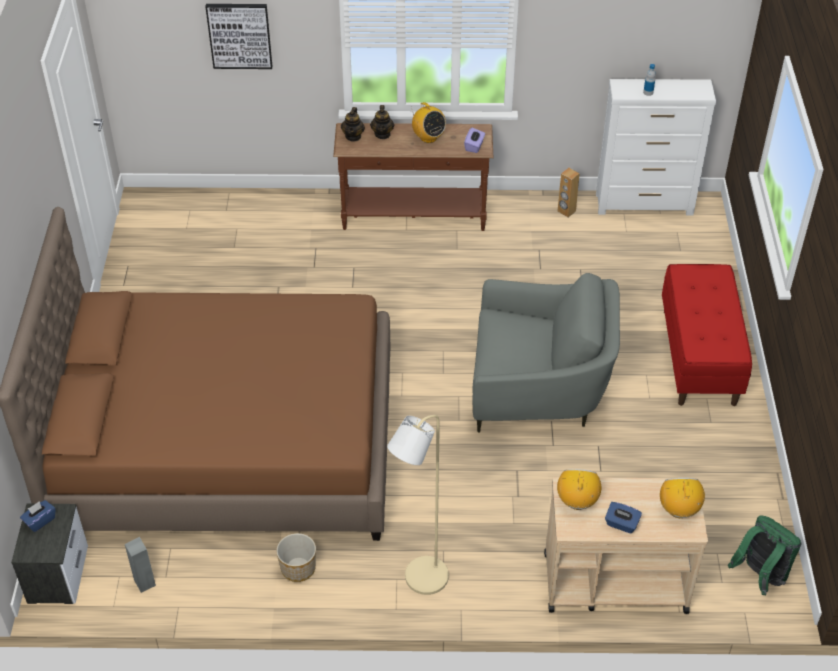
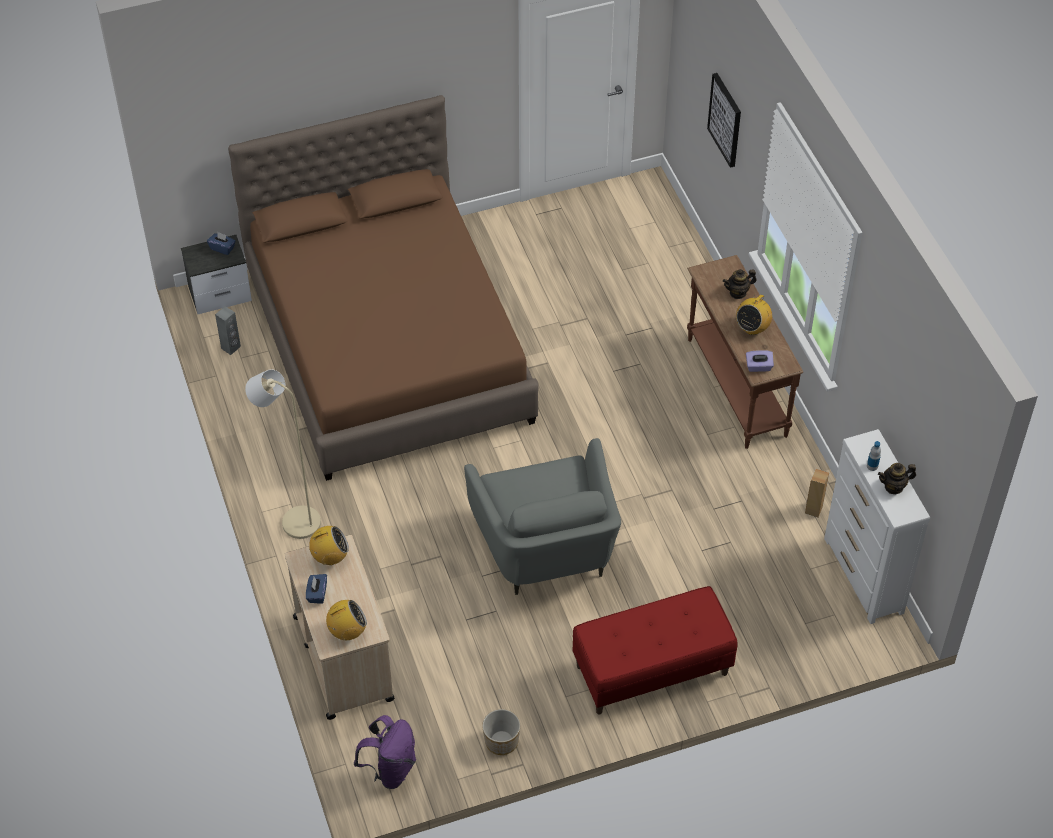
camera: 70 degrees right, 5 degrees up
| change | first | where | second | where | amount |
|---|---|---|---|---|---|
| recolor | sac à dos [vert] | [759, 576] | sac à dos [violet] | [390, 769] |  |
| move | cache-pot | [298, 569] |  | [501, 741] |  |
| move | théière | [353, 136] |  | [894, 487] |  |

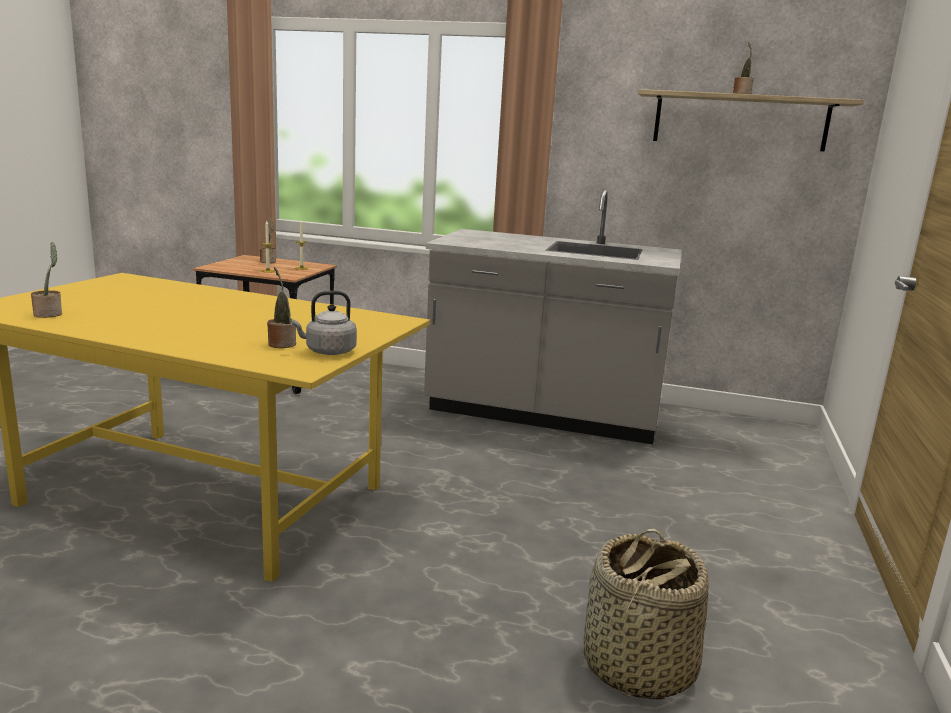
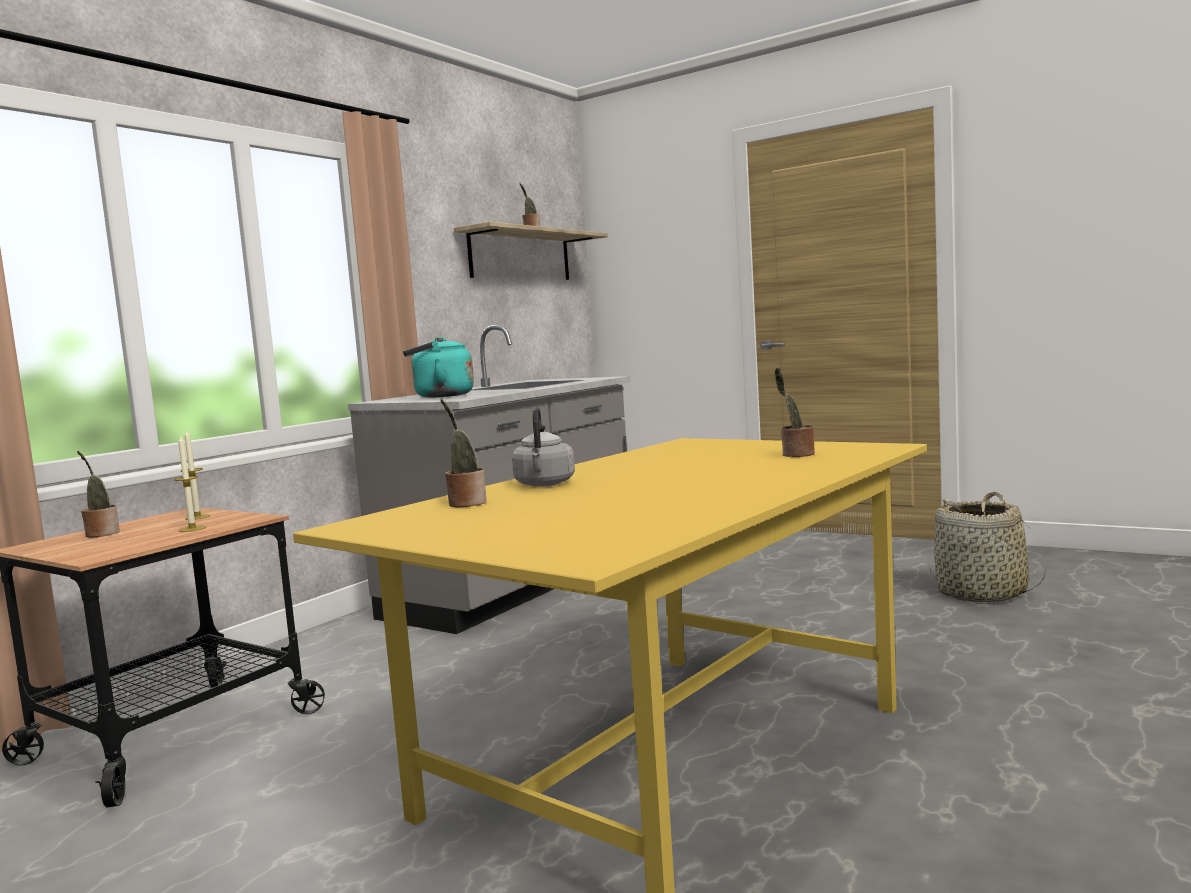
camera: 70 degrees left, 10 degrees down
| change | first | where | second | where | amount |
|---|---|---|---|---|---|
| insert |  |  | bouilloire [turquoise] | [440, 396] |  |
| move | plante en pot | [49, 314] |  | [465, 503] |  |
| move | bouilloire [gris] | [328, 351] |  | [544, 484] |  |

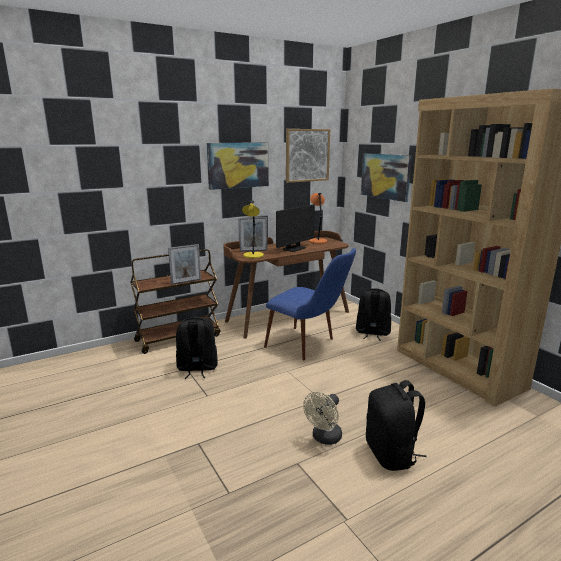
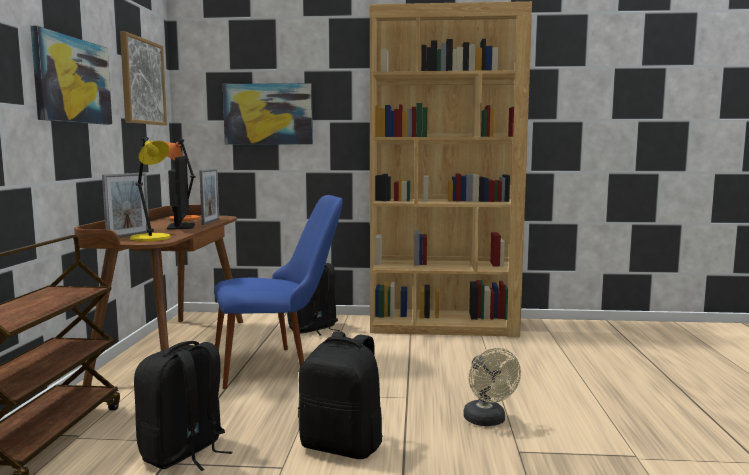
camera: 55 degrees left, 10 degrees down
| change | first | where | second | where | amount |
|---|---|---|---|---|---|
| move | cadre photo | [186, 282] |  | [210, 222] |  |
| move | sac à dos [noir] | [391, 454] |  | [343, 446] |  |

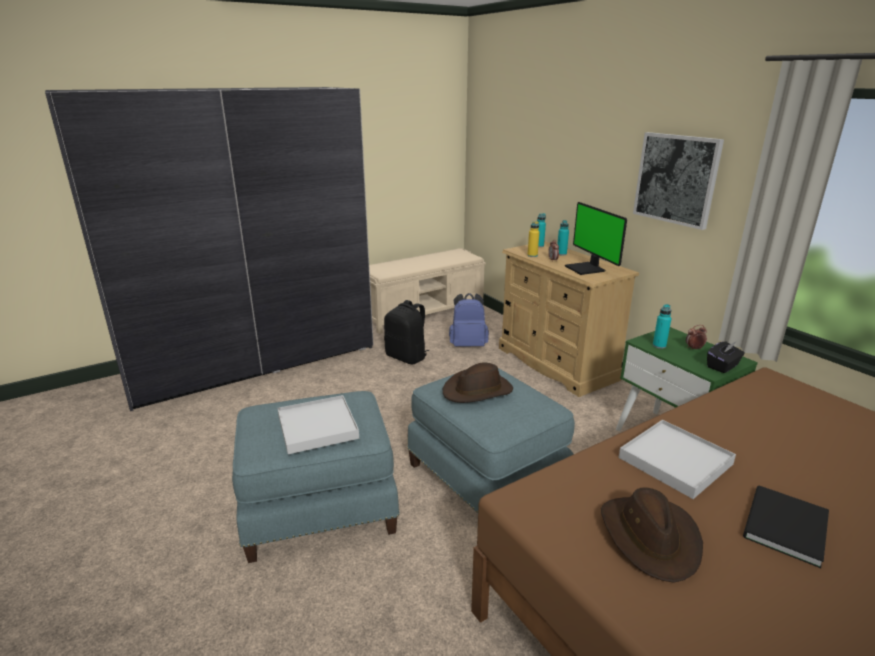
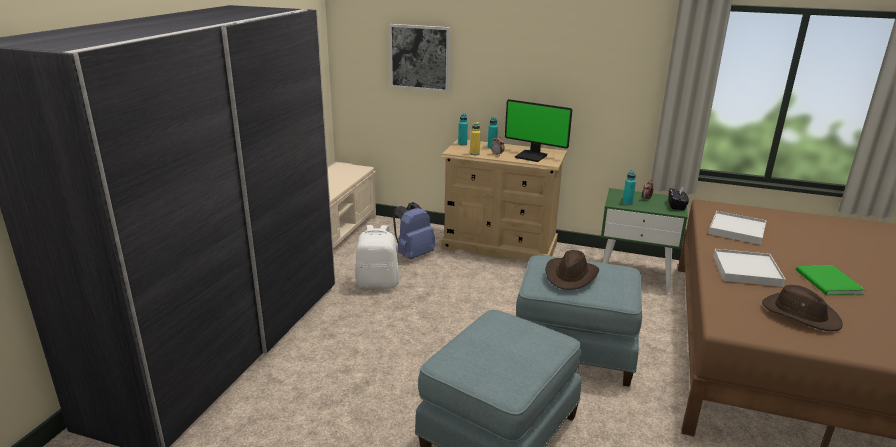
camera: 40 degrees left, 0 degrees up
| change | first | where | second | where | amount |
|---|---|---|---|---|---|
| recolor | sac à dos [noir] | [407, 357] | sac à dos [blanc] | [378, 284] |  |
| move | tableau | [676, 179] |  | [420, 57] |  |
| move | plateau [blanc] | [318, 427] |  | [736, 230] |  |
| recolor | livre [noir] | [782, 527] | livre [vert] | [828, 283] |  |

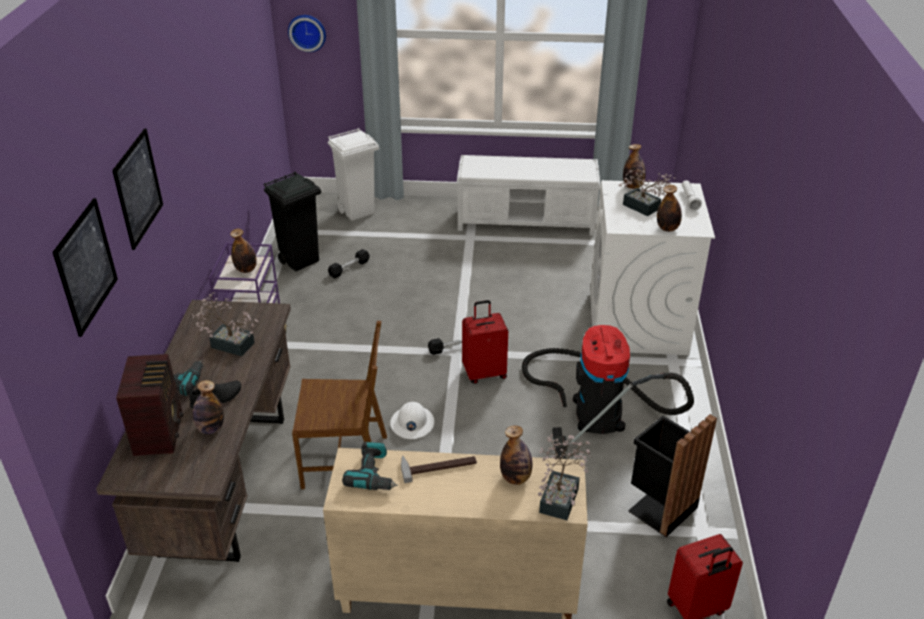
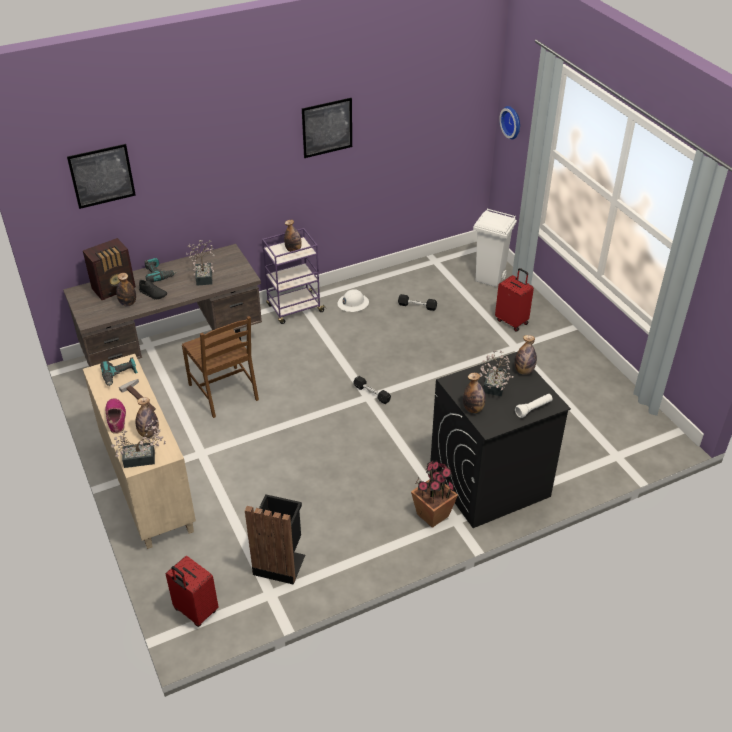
camera: 60 degrees right, 5 degrees up
| change | first | where | second | where | amount |
|---|---|---|---|---|---|
| insert |  |  | chaussure | [116, 418] |  |
| move | tableau | [138, 188] |  | [327, 127] |  |
| move | casque de chantier [blanc] | [412, 423] |  | [353, 303] |  |
| insert |  |  | plante en pot | [433, 514] |  |
| recolor | lave-linge [blanc] | [638, 323] | lave-linge [noir] | [489, 483] |  |
| move | valise [rouge] | [484, 373] |  | [512, 321] |  |
| delete | poubelle [noir] | [300, 261] |  |  |  |
| delete | banc [blanc] | [527, 221] |  |  |  |
| delete | aspirateur | [595, 409] |  |  |  |

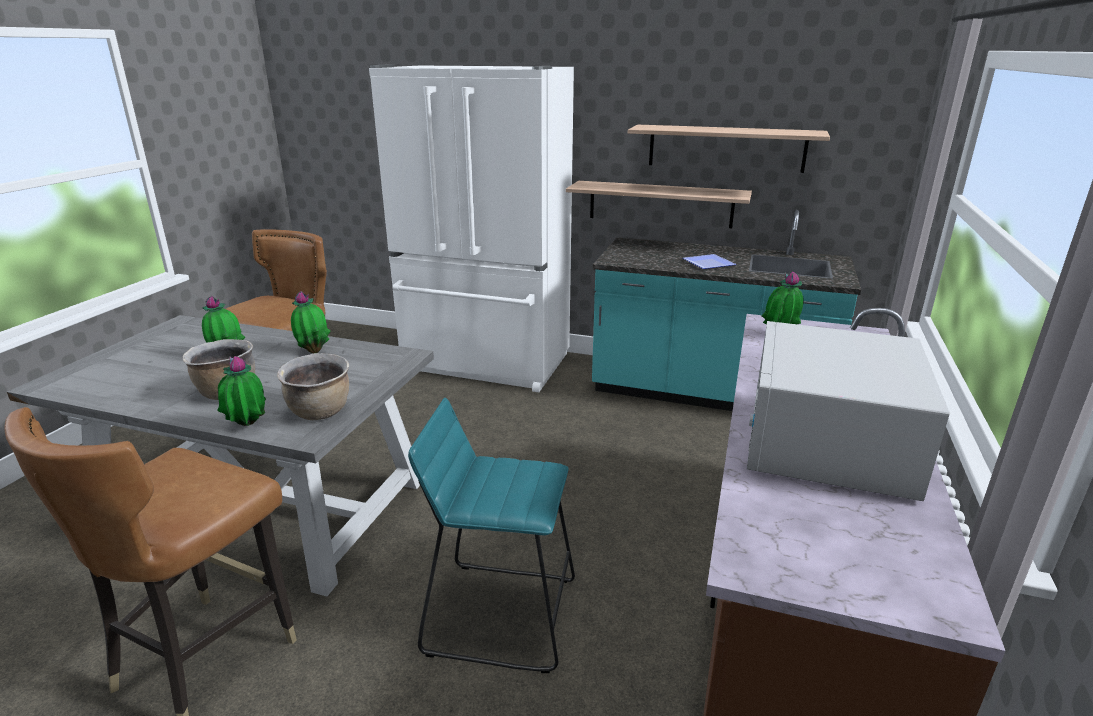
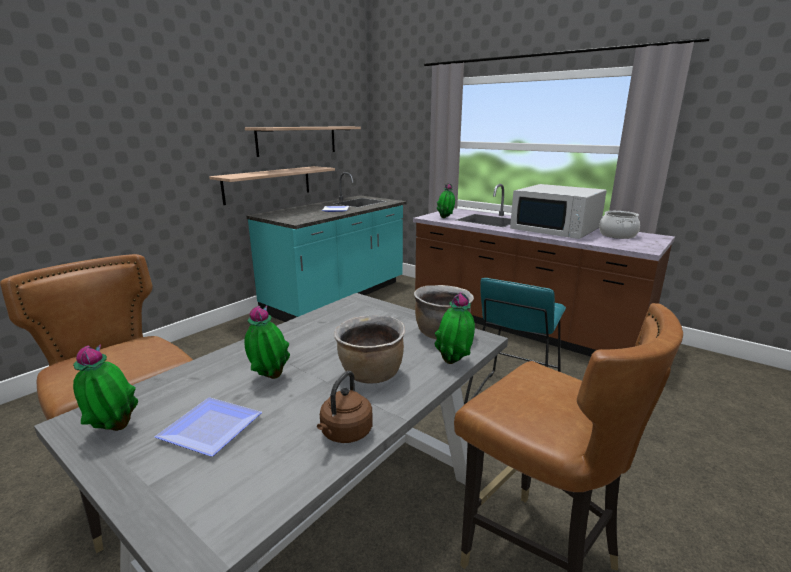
camera: 70 degrees left, 5 degrees down
| change | first | where | second | where | amount |
|---|---|---|---|---|---|
| move | plante en pot | [314, 351] |  | [113, 429] |  |
| insert |  |  | assiette | [211, 431] |  |
| insert |  |  | bouilloire [marron] | [345, 434] |  |
| insert |  |  | marmite | [618, 235] |  |
| delete | réfrigérateur [blanc] | [485, 364] |  |  |  |

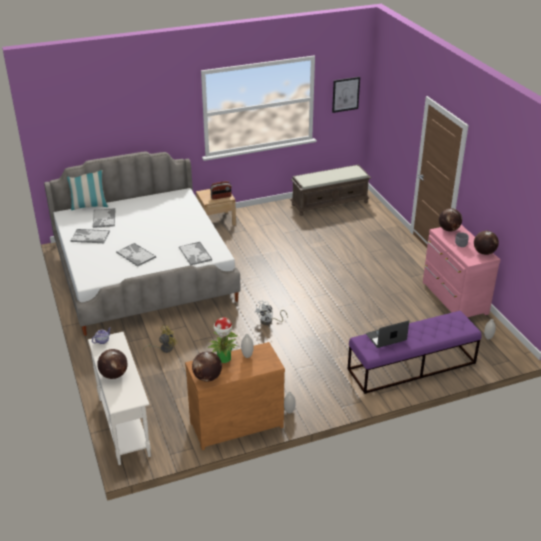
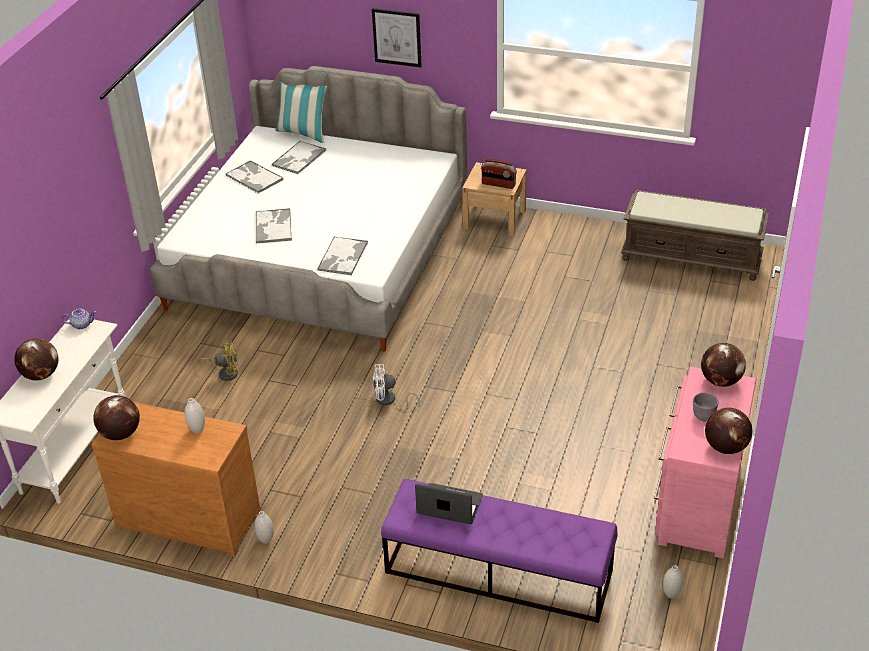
camera: 40 degrees right, 5 degrees up
| change | first | where | second | where | amount |
|---|---|---|---|---|---|
| move | tableau | [345, 94] |  | [397, 37] |  |
| delete | plante en pot | [224, 358] |  |  |  |

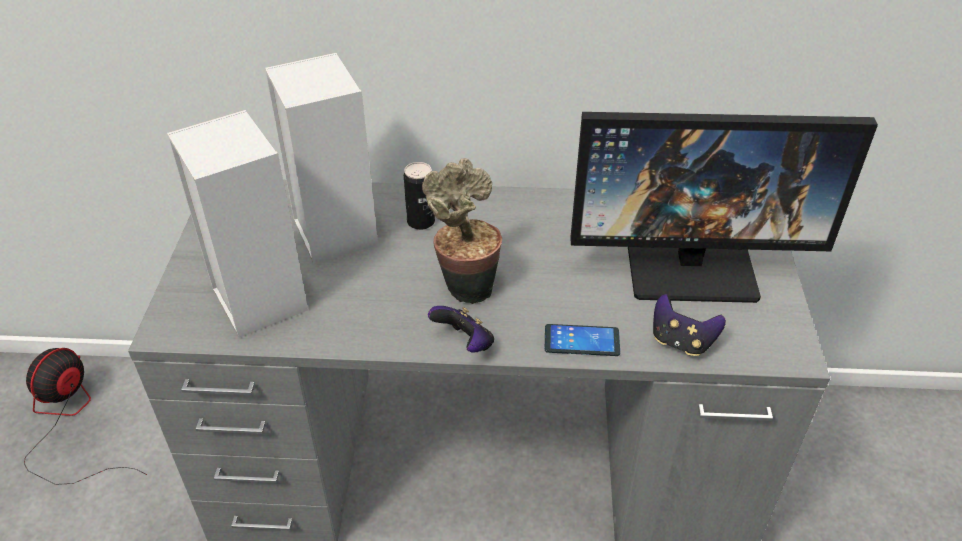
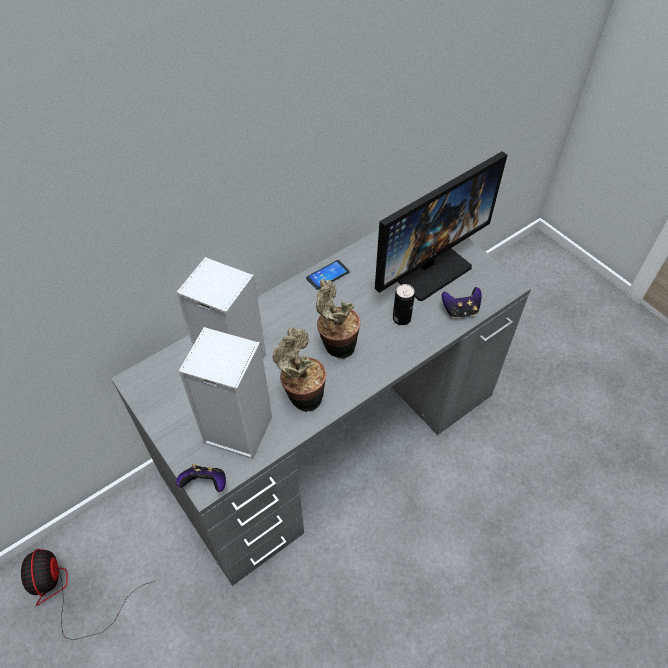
camera: 40 degrees left, 10 degrees up
| change | first | where | second | where | amount |
|---|---|---|---|---|---|
| move | manette | [464, 343] |  | [206, 484] |  |
| insert |  |  | plante en pot | [302, 397] |  |
| move | téléphone | [581, 341] |  | [327, 275] |  |
| move | boîte métallique | [421, 221] |  | [401, 318] |  |

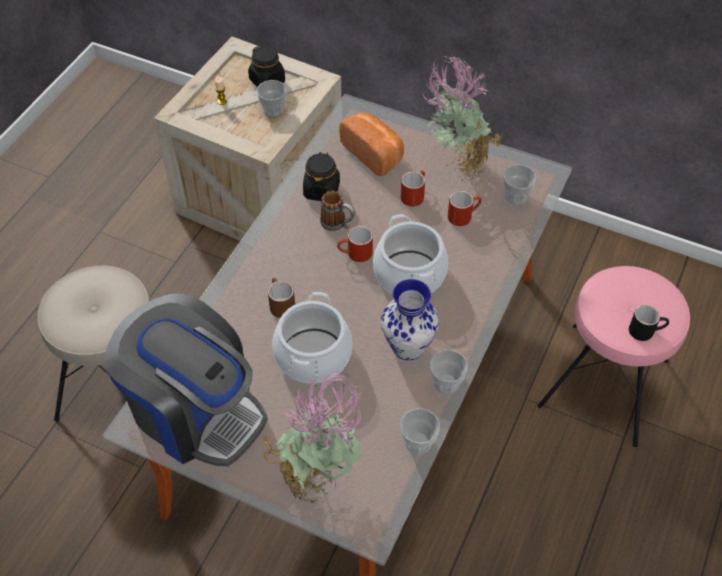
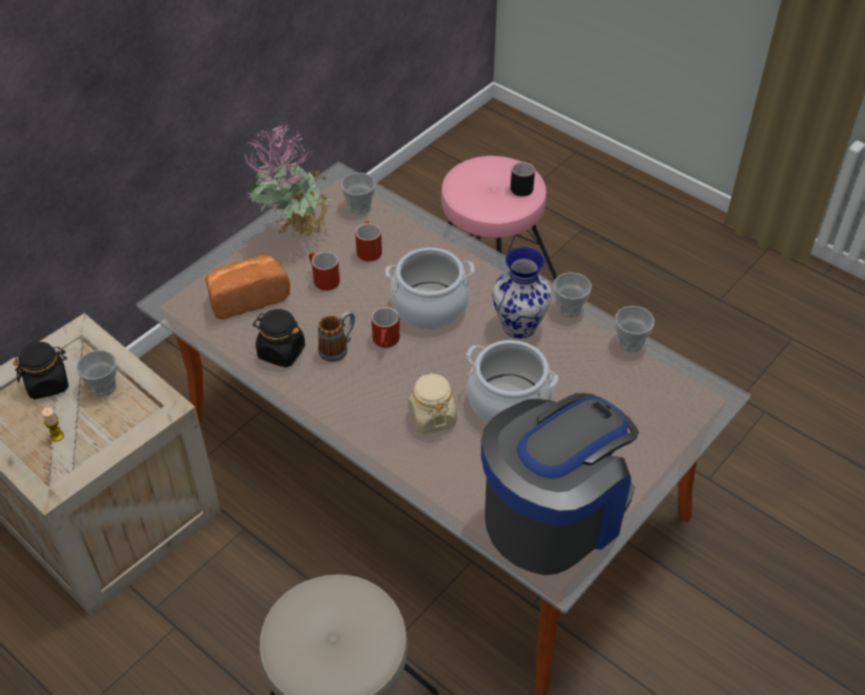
camera: 75 degrees left, 5 degrees down
| change | first | where | second | where | amount |
|---|---|---|---|---|---|
| replace | mug [marron] | [279, 304] | bocal [beige] | [432, 417] |  |
| delete | plante en pot | [318, 475] |  |  |  |

